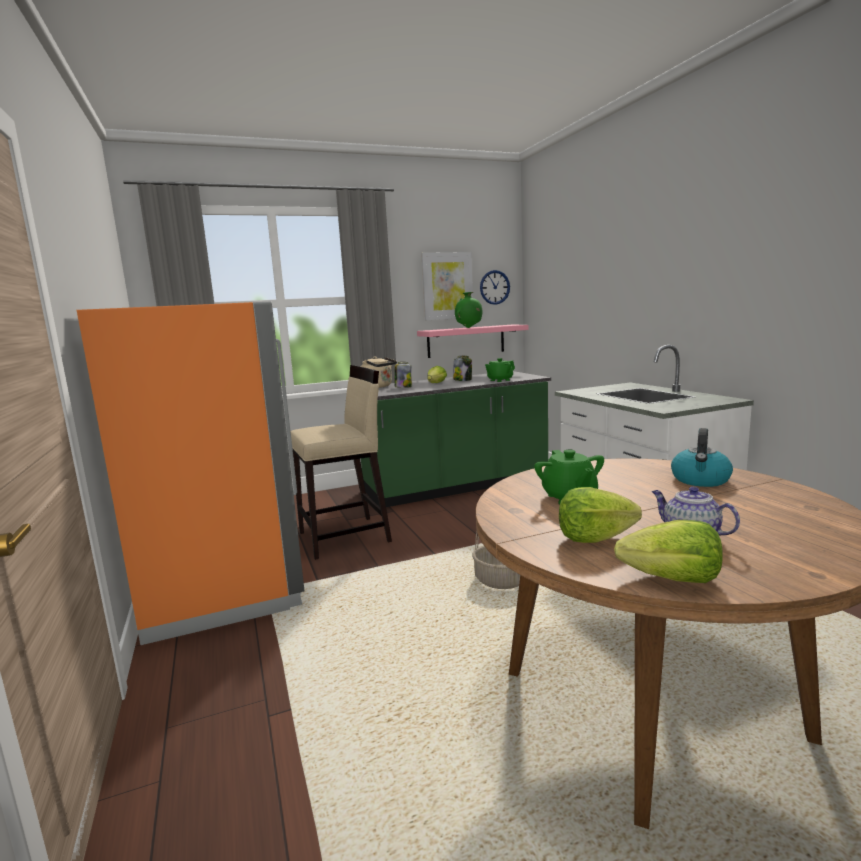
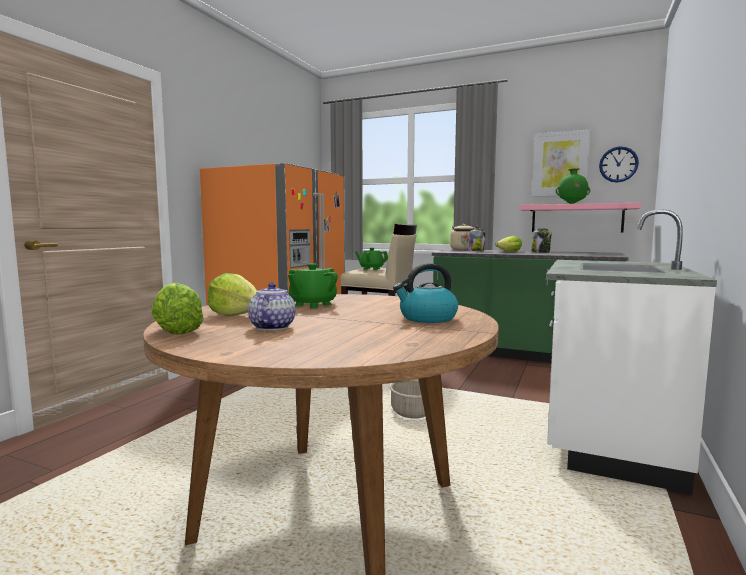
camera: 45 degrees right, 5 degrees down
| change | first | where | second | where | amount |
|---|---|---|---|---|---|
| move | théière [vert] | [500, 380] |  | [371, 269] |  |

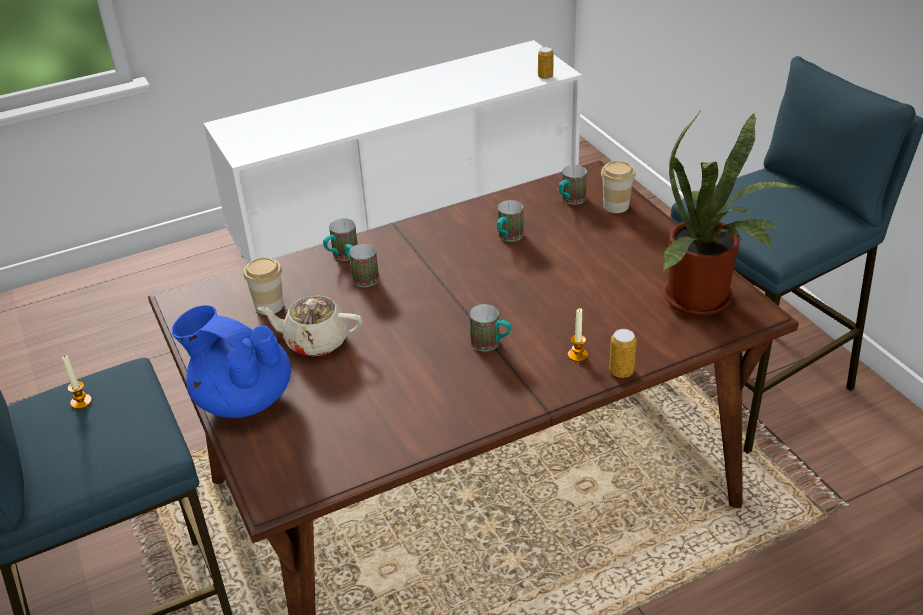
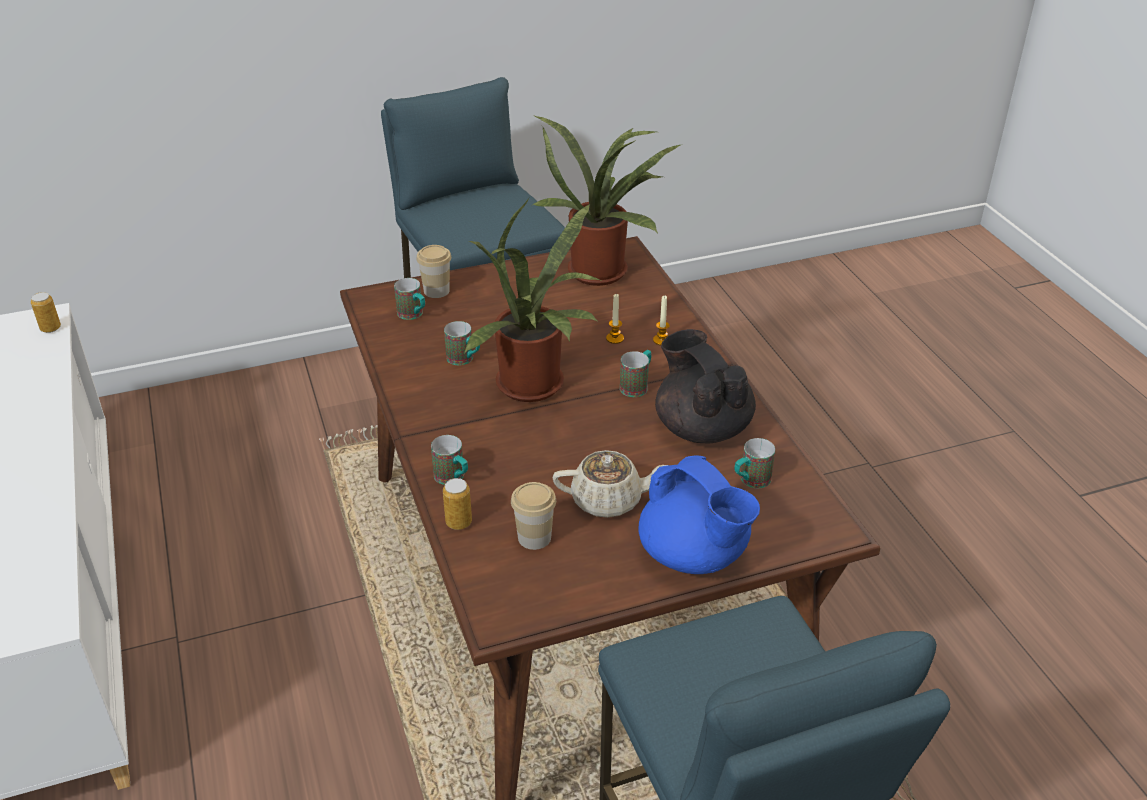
camera: 85 degrees left, 0 degrees up
| change | first | where | second | where | amount |
|---|---|---|---|---|---|
| move | boîte métallique | [621, 371] |  | [458, 522] |  |
| insert |  |  | plante en pot | [535, 387] |  |
| rotate | théière [beige] | [315, 341] |  | [608, 500] | 105 degrees counterclockwise |
| move | bougie | [81, 402] |  | [615, 338] |  |
| rotate | théière [bleu] | [242, 398] |  | [694, 555] | 75 degrees counterclockwise |
| insert |  |  | théière [noir] | [701, 427] |  |
| move | mug | [361, 276] |  | [750, 481] |  |

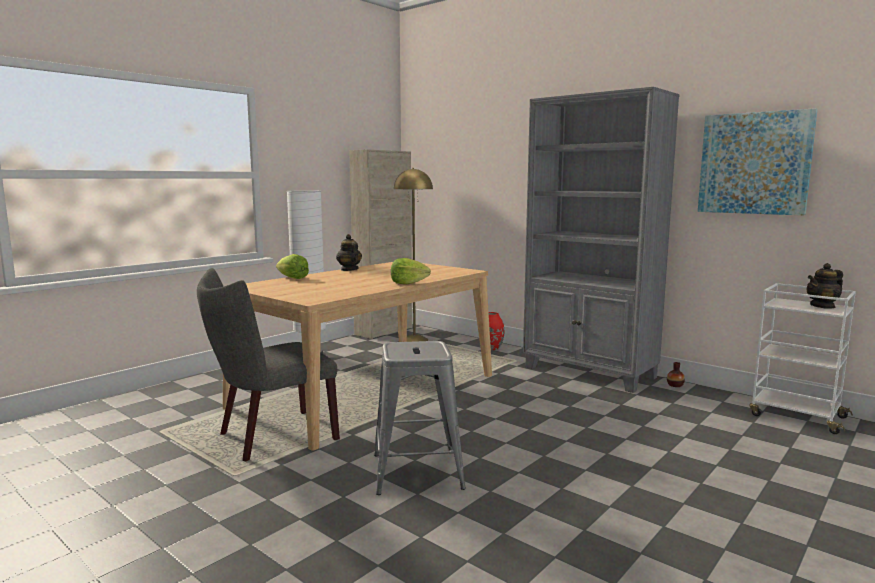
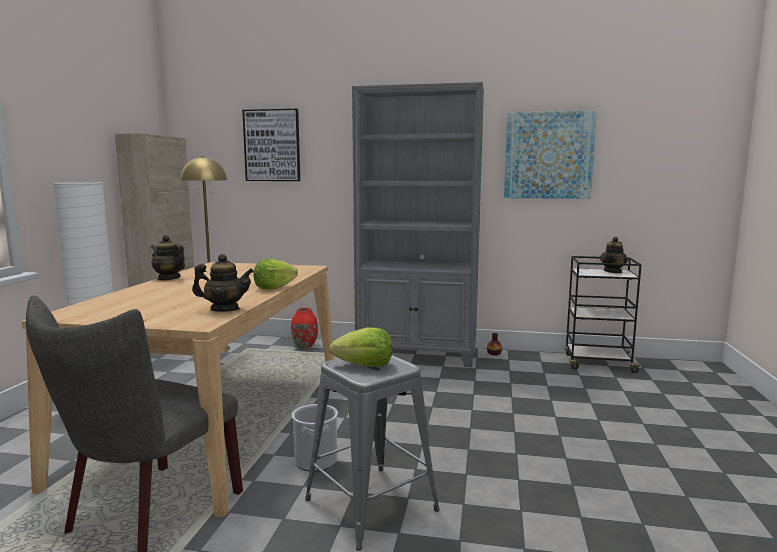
camera: 30 degrees left, 0 degrees up
| change | first | where | second | where | amount |
|---|---|---|---|---|---|
| insert |  |  | théière | [225, 309] |  |
| insert |  |  | tableau | [272, 145] |  |
| insert |  |  | seau | [316, 461] |  |
| move | laitue | [292, 278] |  | [365, 366] |  |
| recolor | chariot [blanc] | [795, 416] | chariot [noir] | [598, 363] |  |

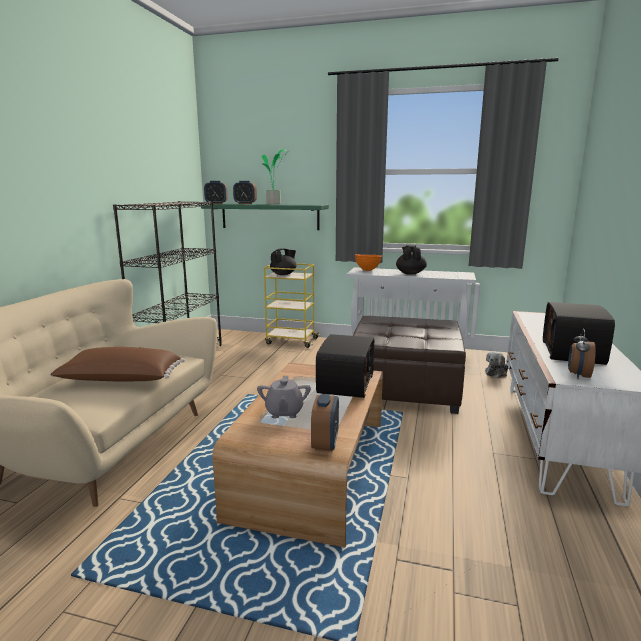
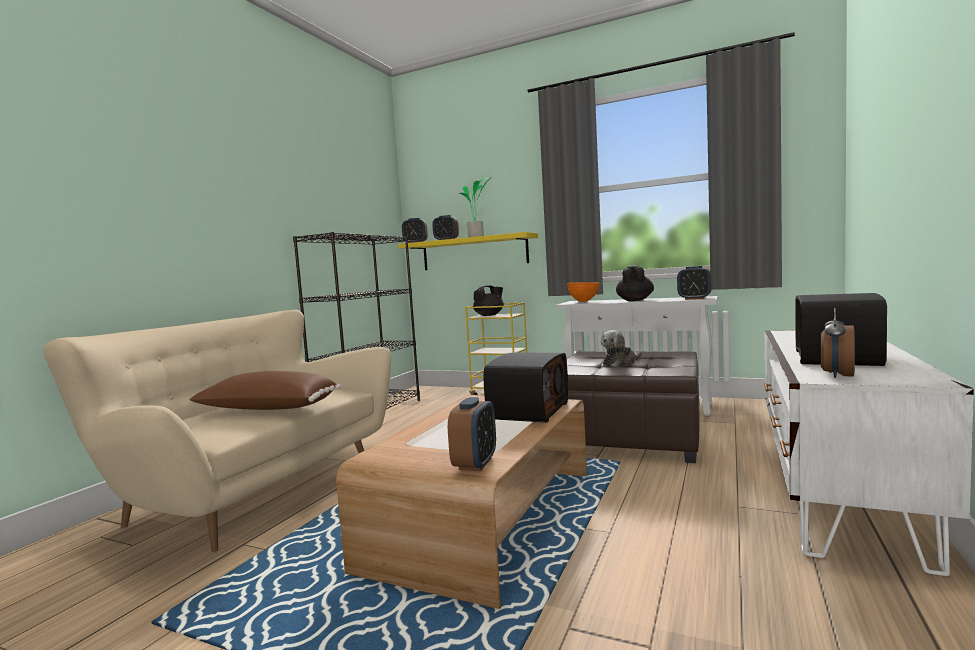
camera: 10 degrees right, 10 degrees down
| change | first | where | second | where | amount |
|---|---|---|---|---|---|
| recolor | étagère [vert] | [270, 216] | étagère [jaune] | [474, 253] |  |
| move | peluche | [497, 373] |  | [620, 363] |  |
| insert |  |  | réveil | [694, 299] |  |
| delete | théière [gris] | [284, 412] |  |  |  |

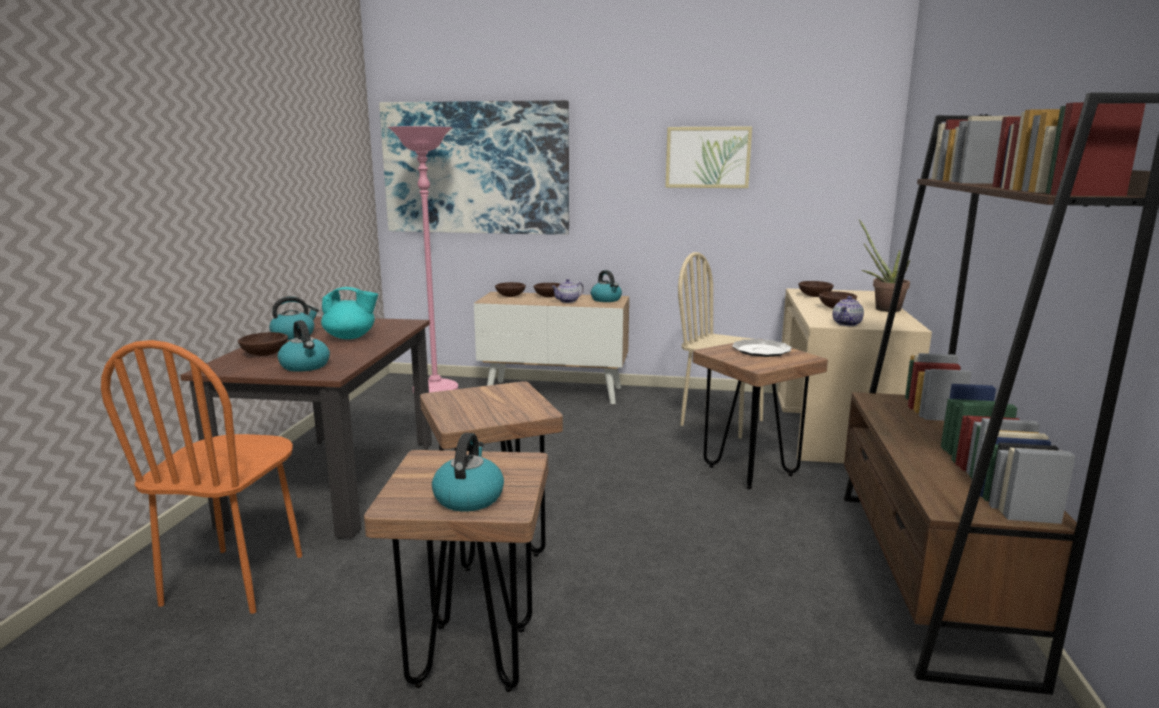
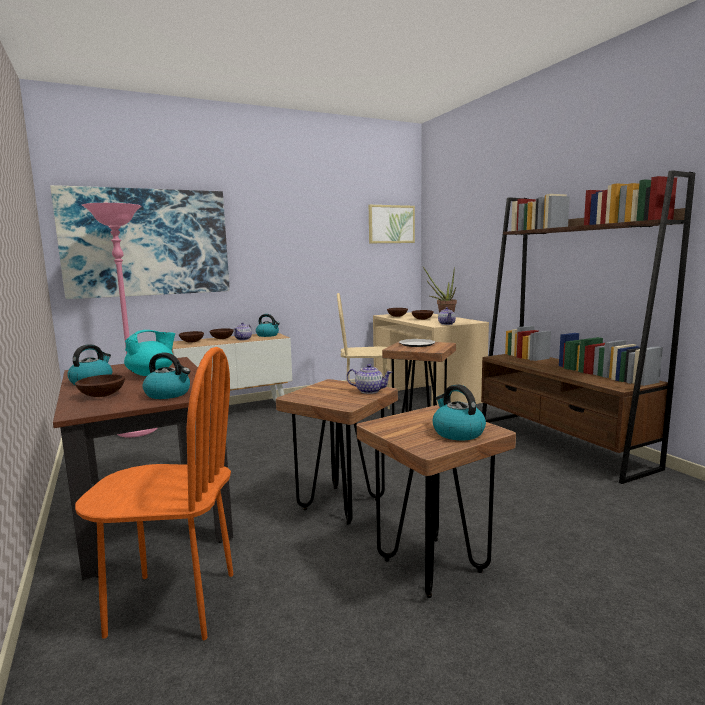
camera: 35 degrees left, 5 degrees down
| change | first | where | second | where | amount |
|---|---|---|---|---|---|
| rotate | chaise [orange] | [235, 579] |  | [173, 604] | 60 degrees counterclockwise |
| insert |  |  | théière | [369, 391] |  |
| move | tableau | [707, 157] |  | [391, 224] |  |

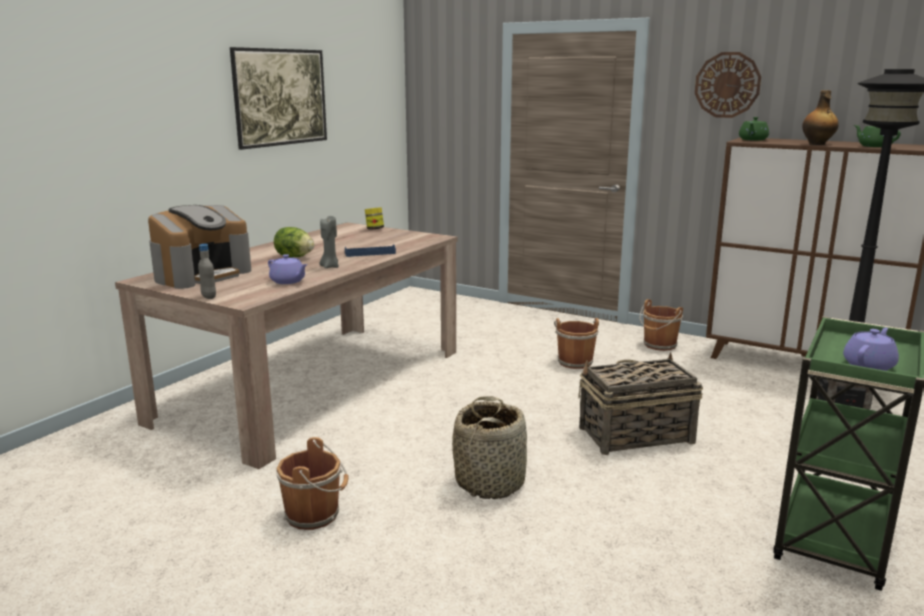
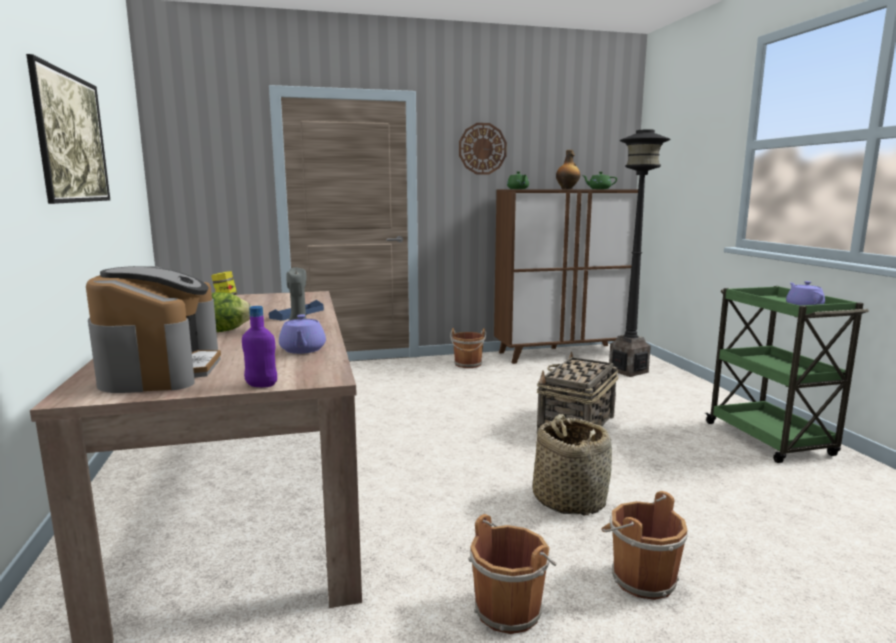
camera: 45 degrees left, 5 degrees down
| change | first | where | second | where | amount |
|---|---|---|---|---|---|
| recolor | bouteille [gris] | [208, 297] | bouteille [violet] | [261, 385] |  |
| rotate | théière [violet] | [288, 281] |  | [302, 350] | 90 degrees clockwise |
| move | seau [marron] | [574, 362] |  | [640, 578] |  |

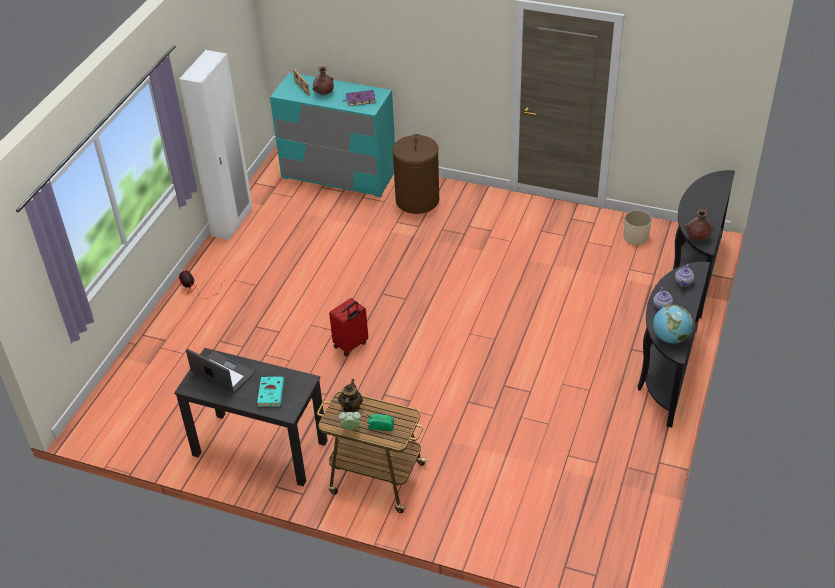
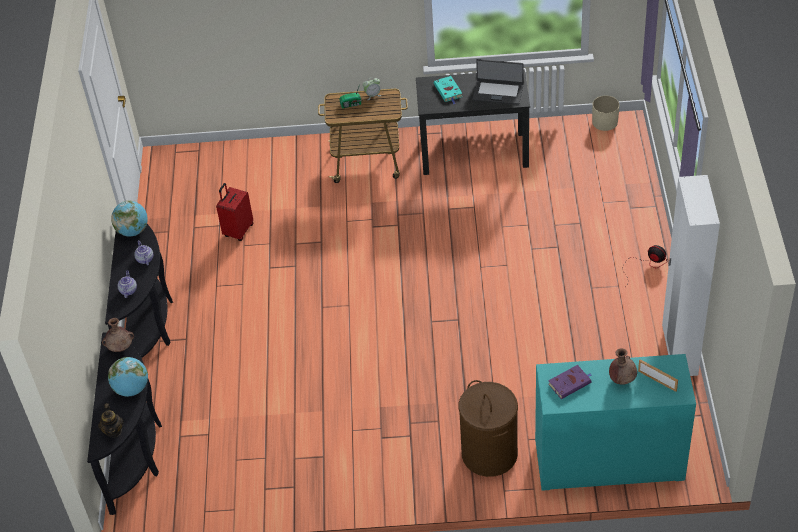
camera: 160 degrees right, 5 degrees up
| change | first | where | second | where | amount |
|---|---|---|---|---|---|
| move | théière | [351, 407] |  | [113, 431] |  |
| insert |  |  | globe | [132, 389] |  |
| move | valise [rouge] | [351, 345] |  | [238, 230] |  |
| move | cache-pot [beige] | [635, 236] |  | [605, 122] |  |

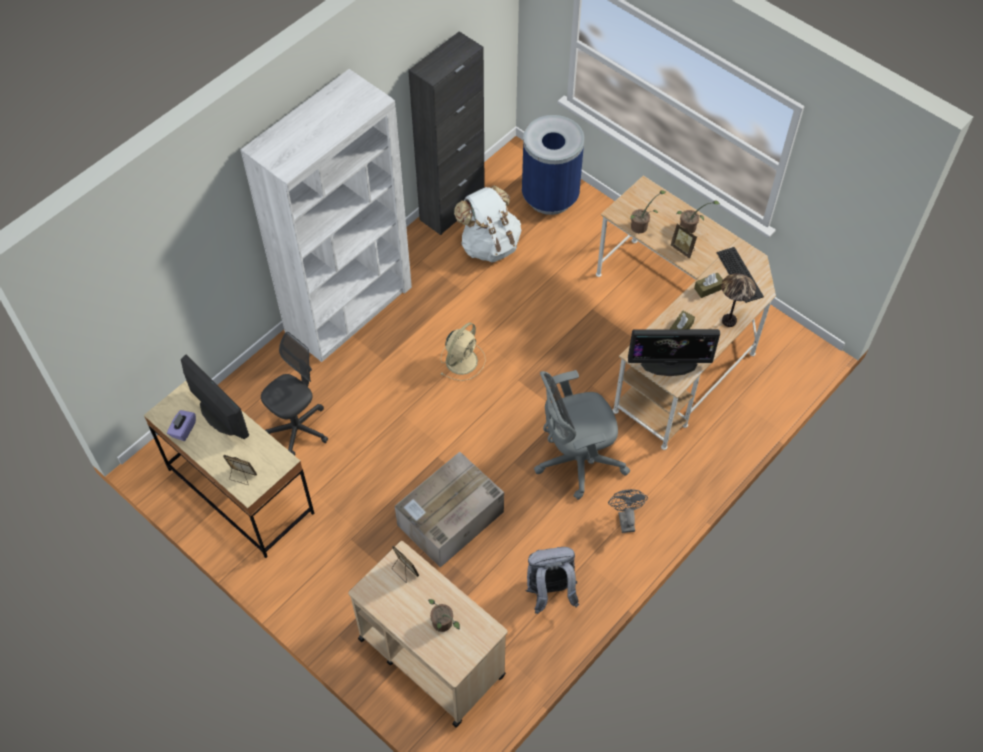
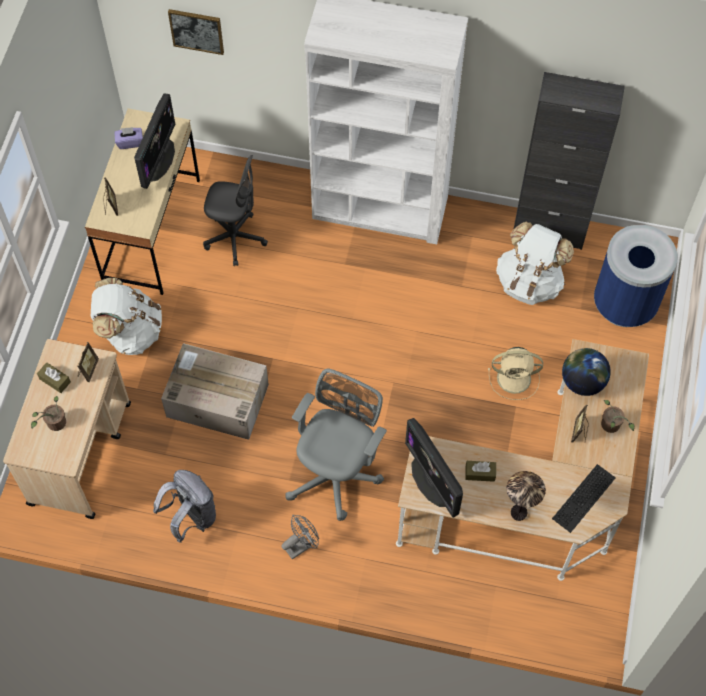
camera: 60 degrees right, 5 degrees up
| change | first | where | second | where | amount |
|---|---|---|---|---|---|
| move | boîte à mouchoirs [marron] | [708, 288] |  | [55, 380] |  |
| insert |  |  | sac à dos [blanc] | [130, 331] |  |
| insert |  |  | tableau | [196, 30] |  |
| rotate | chaise de bureau [gris] | [575, 461] |  | [336, 473] | 75 degrees clockwise |
| move | ventilateur [beige] | [462, 360] |  | [515, 378] |  |
| replace | plante en pot | [641, 226] | globe | [582, 382] |  |

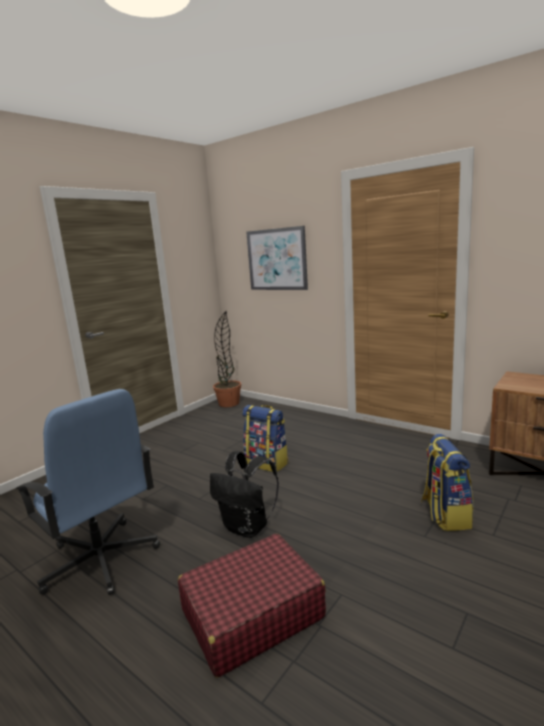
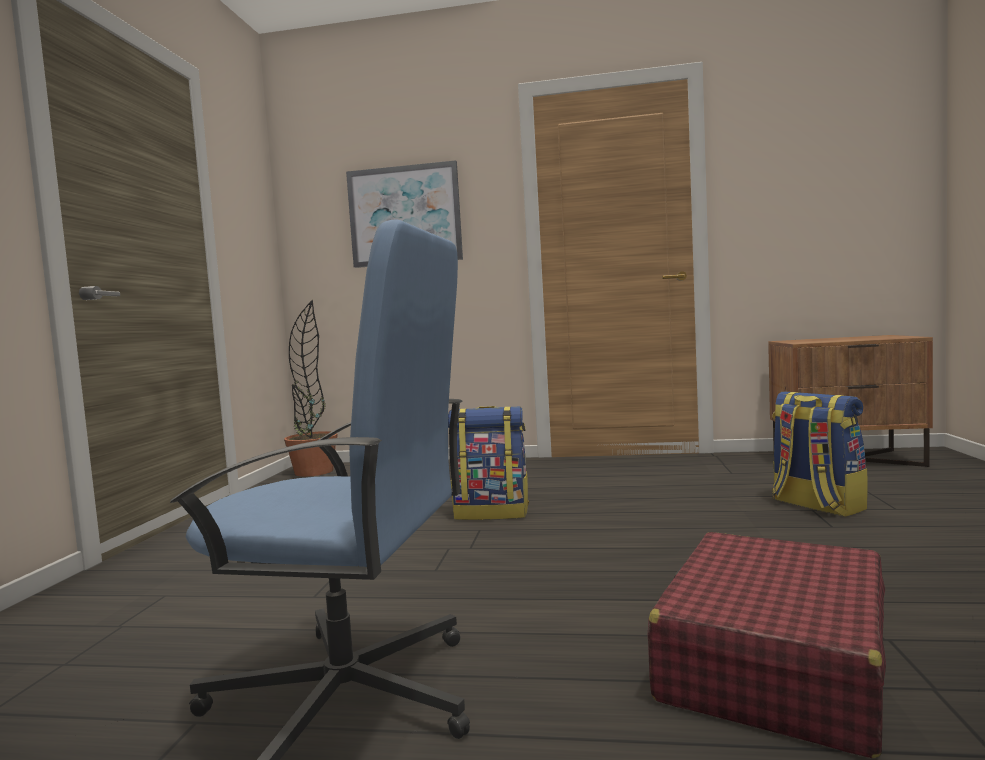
camera: 30 degrees left, 10 degrees down
| change | first | where | second | where | amount |
|---|---|---|---|---|---|
| delete | sac à dos [noir] | [248, 527] |  |  |  |

